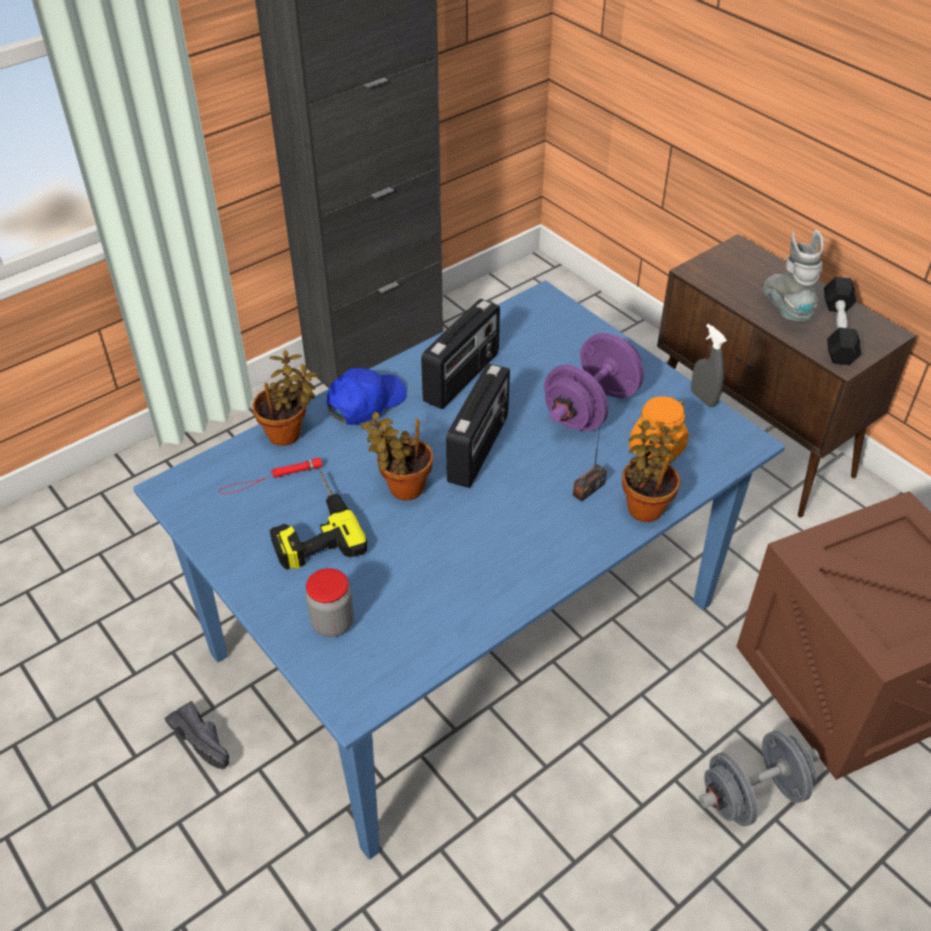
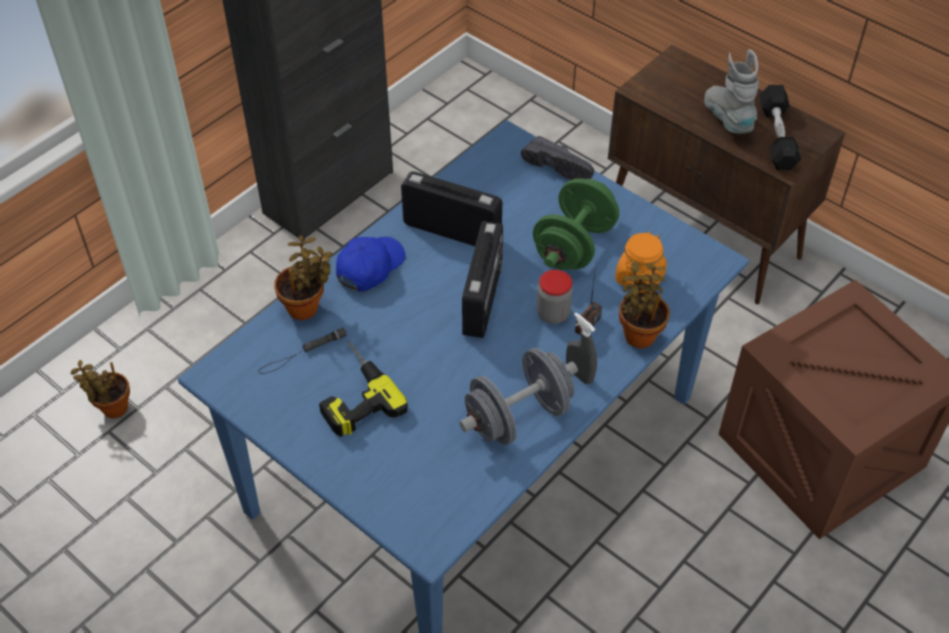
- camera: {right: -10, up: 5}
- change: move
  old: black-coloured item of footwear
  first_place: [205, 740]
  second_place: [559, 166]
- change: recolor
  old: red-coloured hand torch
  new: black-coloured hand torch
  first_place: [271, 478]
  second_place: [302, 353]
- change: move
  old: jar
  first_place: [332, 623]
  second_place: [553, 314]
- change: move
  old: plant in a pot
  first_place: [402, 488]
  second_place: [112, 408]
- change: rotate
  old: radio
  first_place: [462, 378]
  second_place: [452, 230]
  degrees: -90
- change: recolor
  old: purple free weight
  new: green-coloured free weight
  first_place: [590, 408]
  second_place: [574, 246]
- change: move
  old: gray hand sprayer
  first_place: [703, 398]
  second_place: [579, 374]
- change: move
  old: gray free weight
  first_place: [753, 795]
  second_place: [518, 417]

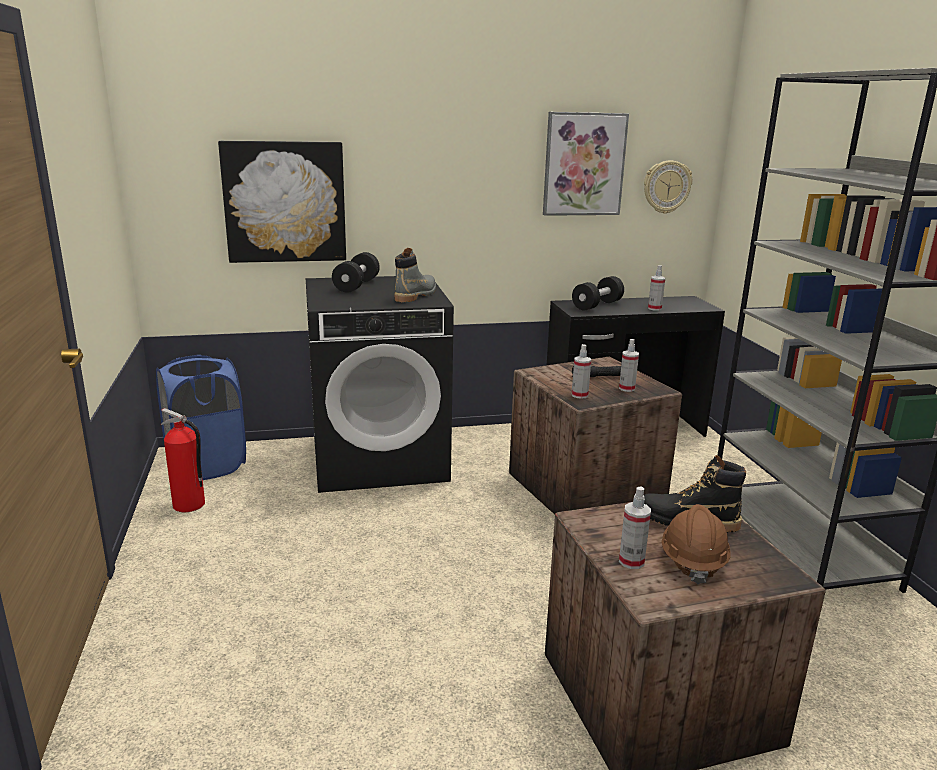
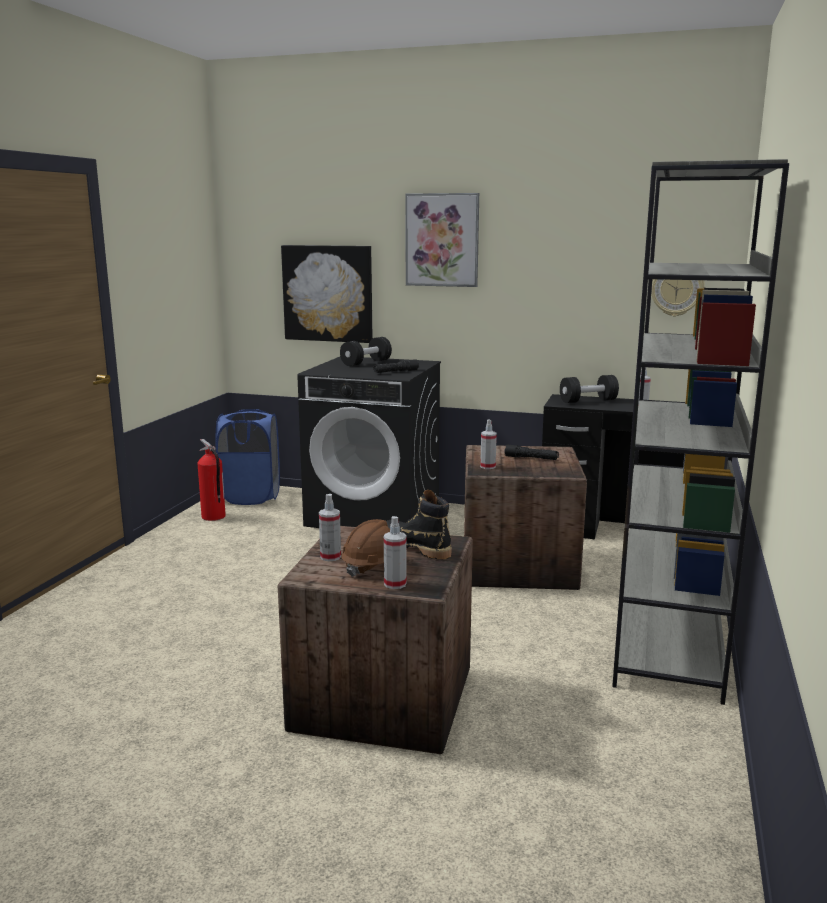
- camera: {right: 30, up: -5}
- change: replace
  old: gray tall boot
  new: black-coloured hand torch
  first_place: [416, 295]
  second_place: [395, 372]
- change: move
  old: picture
  first_place: [584, 164]
  second_place: [442, 240]
- change: move
  old: hand sprayer
  first_place: [627, 388]
  second_place: [395, 584]

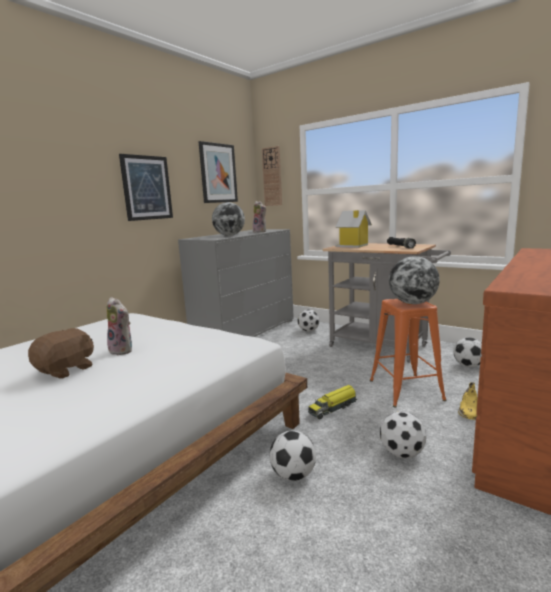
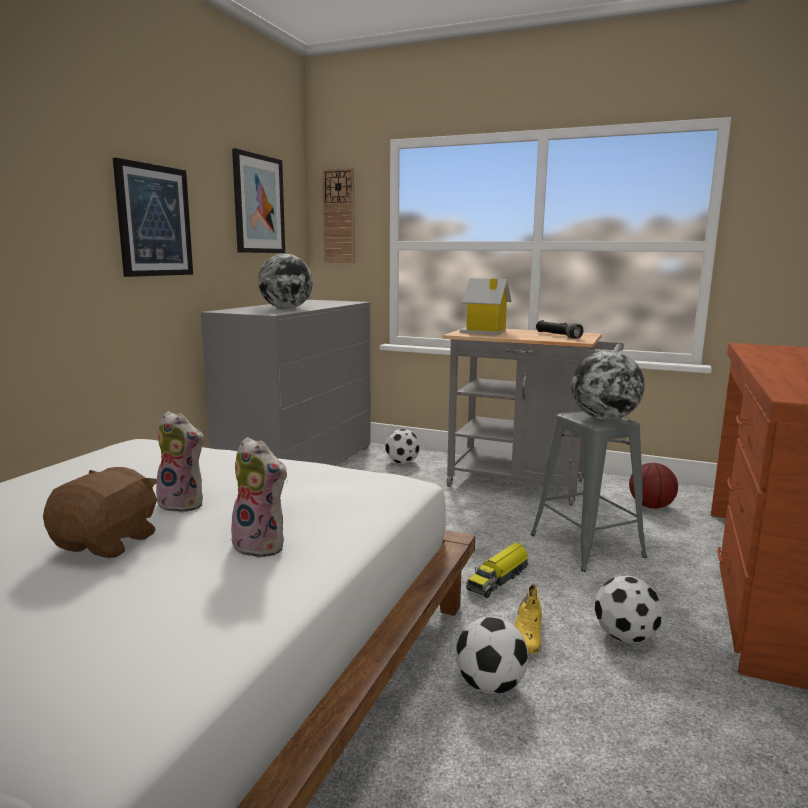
- camera: {right: -15, up: 0}
- change: move
  old: soft toy
  first_place: [260, 232]
  second_place: [262, 545]
- change: recolor
  old: orange-coloured sitting stool
  new: gray sitting stool
  first_place: [405, 390]
  second_place: [587, 546]
- change: replace
  old: football ball
  new: ball for basketball
  first_place: [468, 365]
  second_place: [651, 506]
- change: move
  old: yellow item of footwear
  first_place: [468, 410]
  second_place: [527, 634]

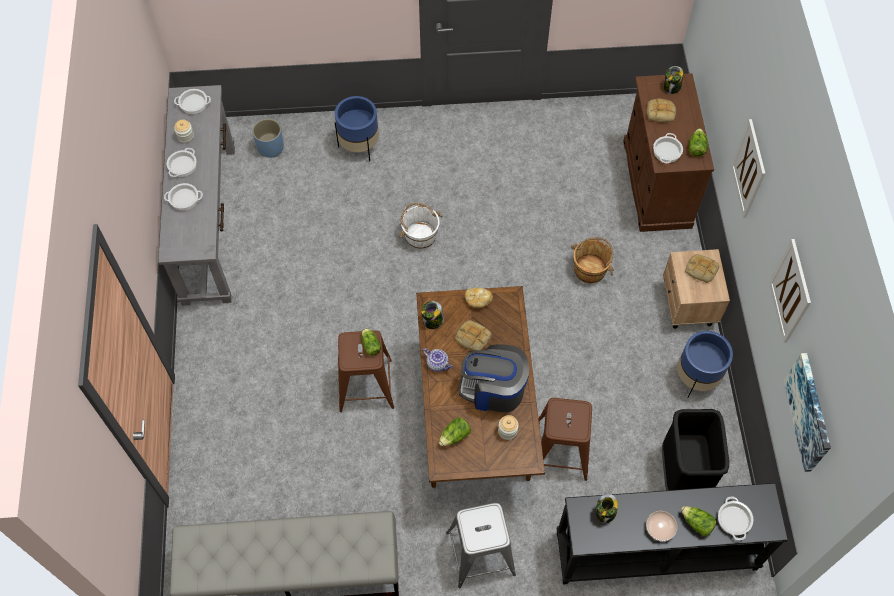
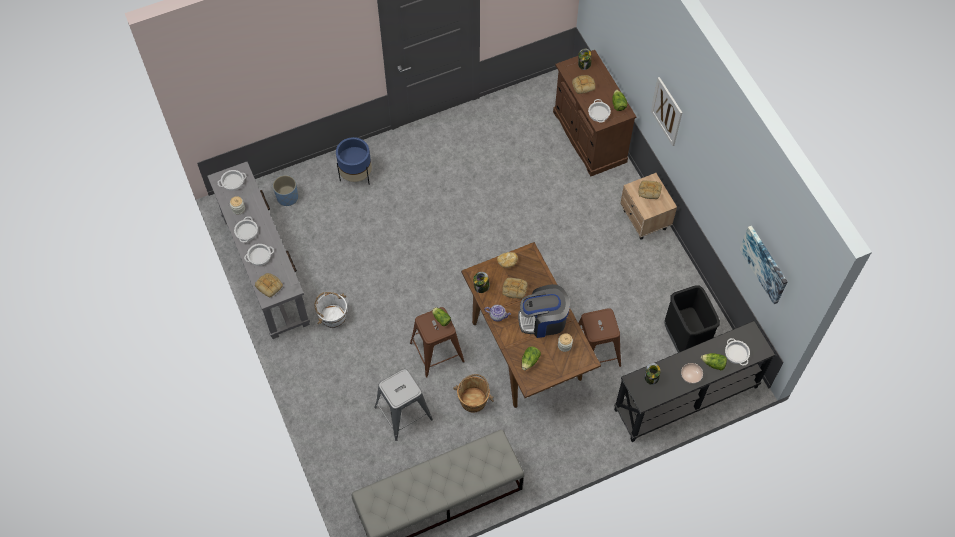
- camera: {right: -20, up: 0}
- change: move
  old: white-coloured bucket
  first_place: [420, 235]
  second_place: [333, 316]
- change: move
  old: gray sitting stool
  first_place: [481, 553]
  second_place: [403, 413]
- change: move
  old: brownish bucket
  first_place: [590, 269]
  second_place: [473, 399]
- change: delete
  old: blue-coloured flower pot
  first_place: [696, 378]
- change: delete
  old: picture
  first_place: [790, 291]
- change: insert
  new: bakery bread
  second_place: [269, 286]

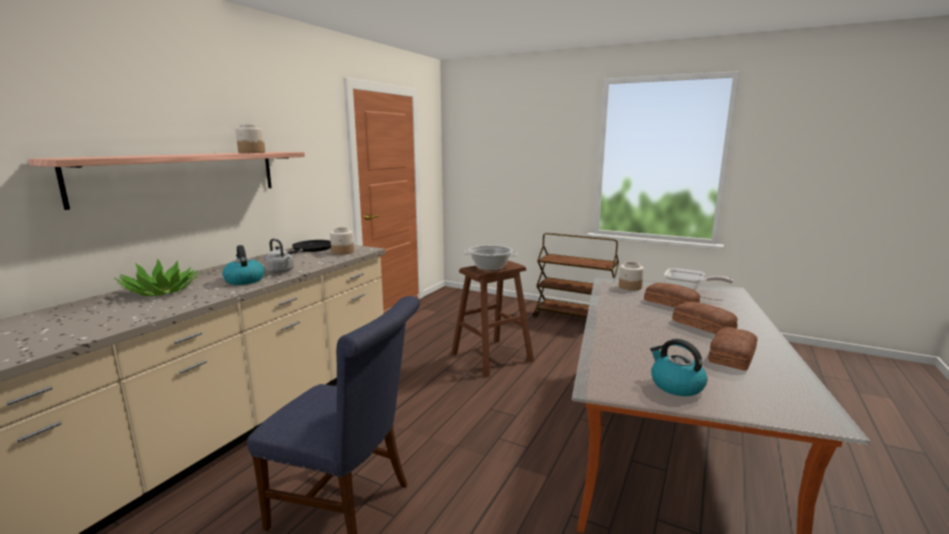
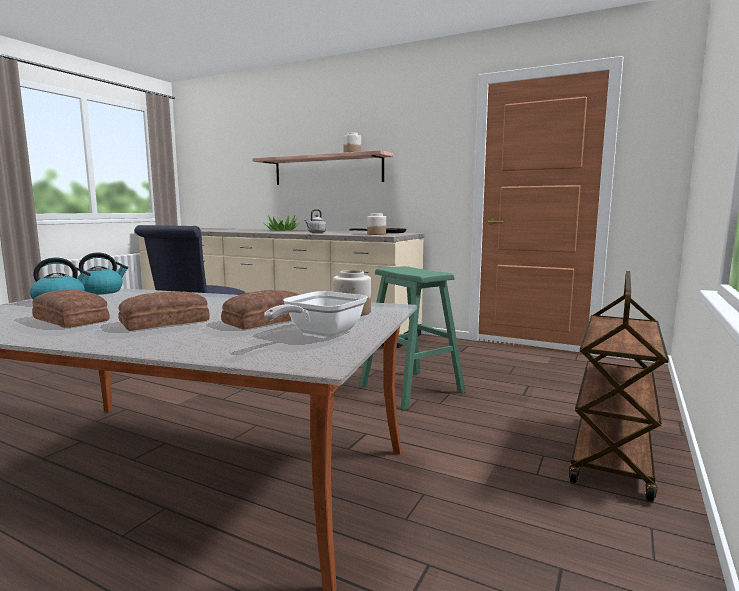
- camera: {right: 90, up: -5}
- change: move
  old: kettle
  first_place: [244, 280]
  second_place: [101, 291]
- change: recolor
  old: brownish sitting stool
  new: green-coloured sitting stool
  first_place: [492, 357]
  second_place: [411, 389]
- change: delete
  old: saucepot
  first_place: [490, 267]

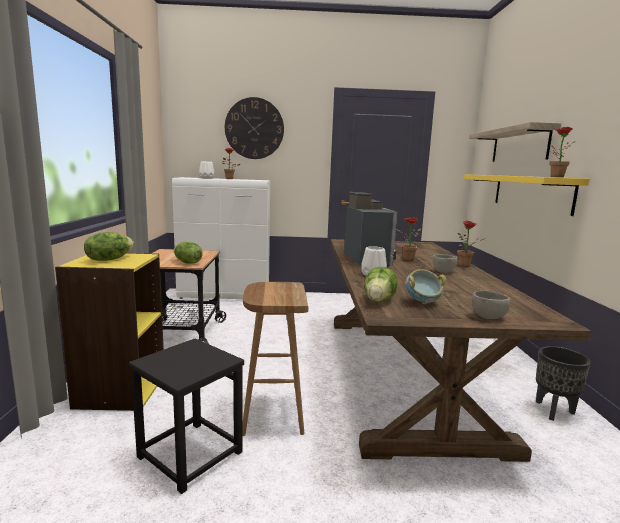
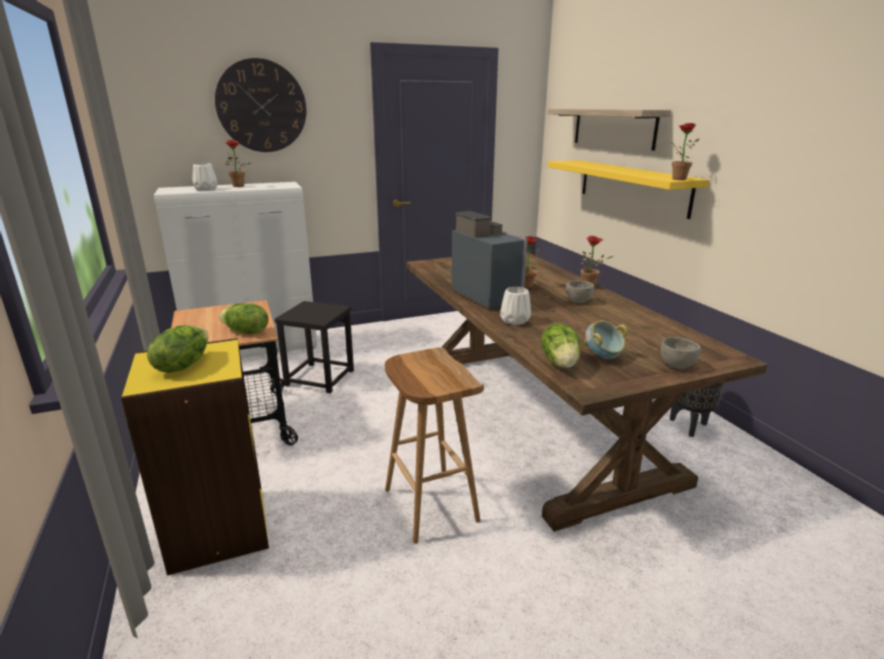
- camera: {right: -20, up: 10}
- change: move
  old: black-coloured sitting stool
  first_place: [189, 455]
  second_place: [319, 378]

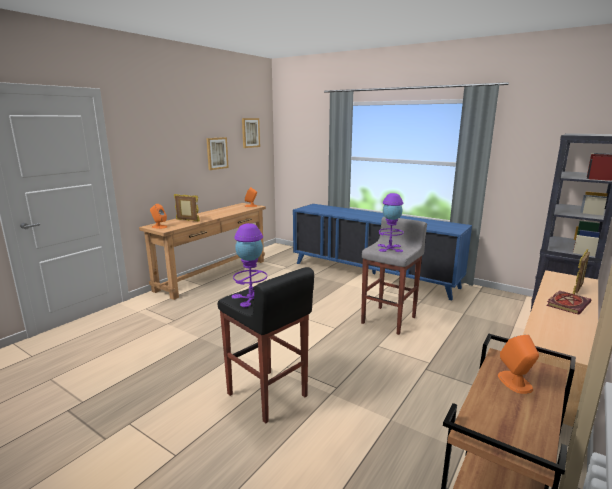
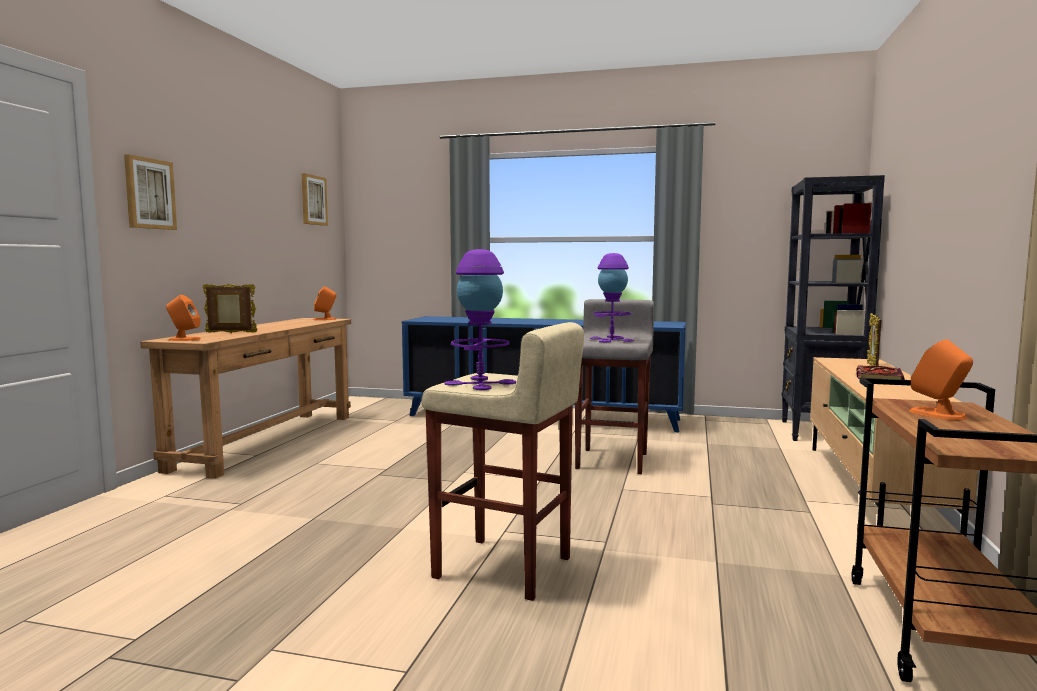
- camera: {right: -20, up: -10}
- change: move
  old: picture
  first_place: [217, 153]
  second_place: [149, 193]
- change: recolor
  old: black-coloured sitting stool
  new: beige sitting stool
  first_place: [267, 396]
  second_place: [504, 569]

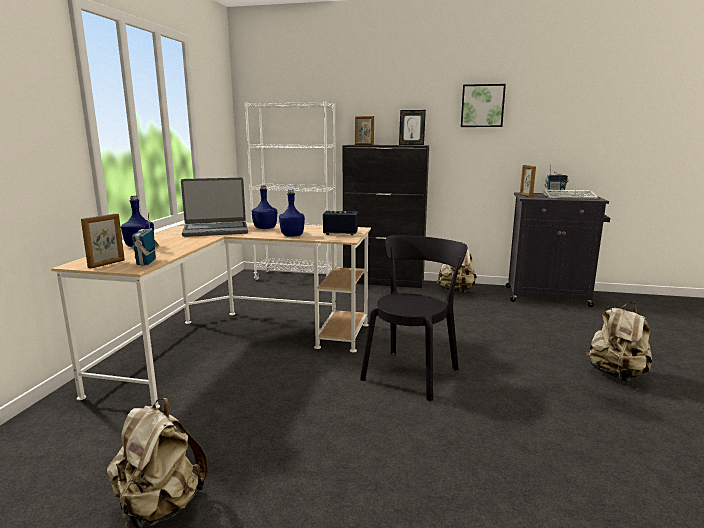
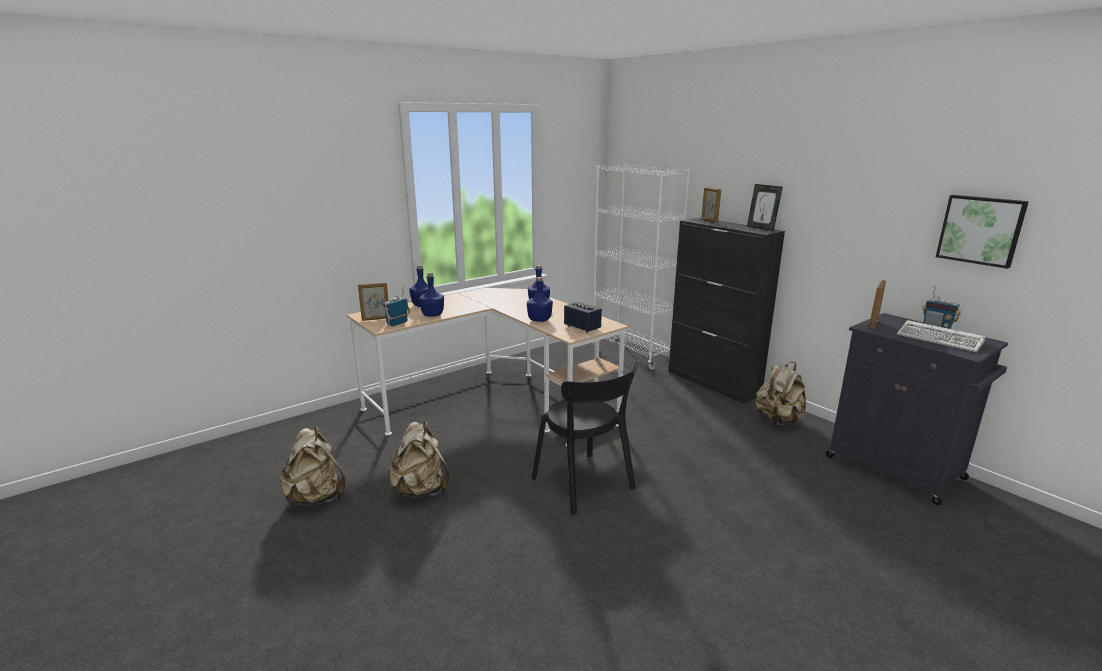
- camera: {right: 40, up: 5}
- change: delete
  old: laptop
  first_place: [215, 230]
- change: rotate
  old: black-coloured plain chair
  first_place: [412, 372]
  second_place: [585, 485]
  degrees: 75
- change: move
  old: picture
  first_place: [482, 106]
  second_place: [980, 230]
- change: move
  old: beige backpack
  first_place: [616, 375]
  second_place: [421, 490]
- change: insert
  new: blue-coloured beverage bottle
  second_place: [433, 315]

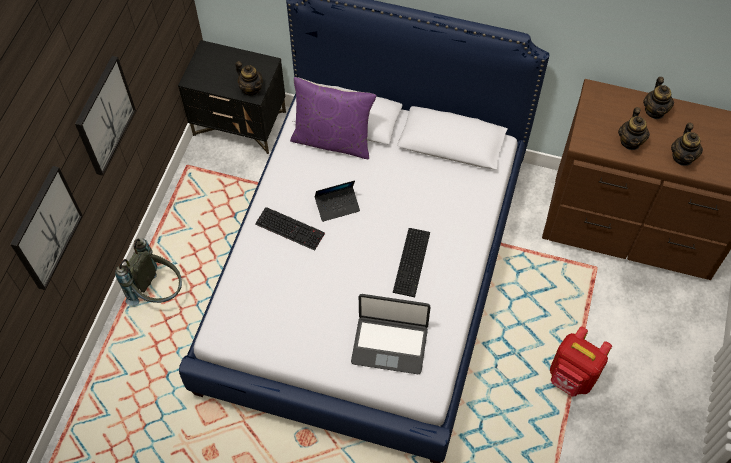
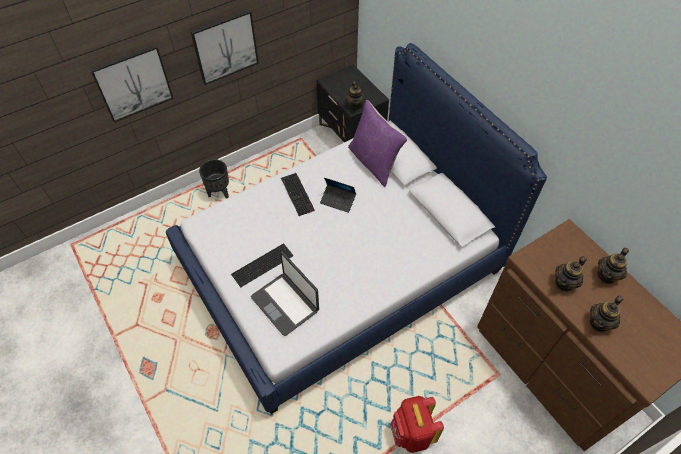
- camera: {right: 40, up: -5}
- change: replace
  old: gray backpack
  new: black-coloured flower pot
  first_place: [158, 292]
  second_place: [219, 193]
- change: move
  old: keyboard
  first_place: [413, 261]
  second_place: [263, 265]

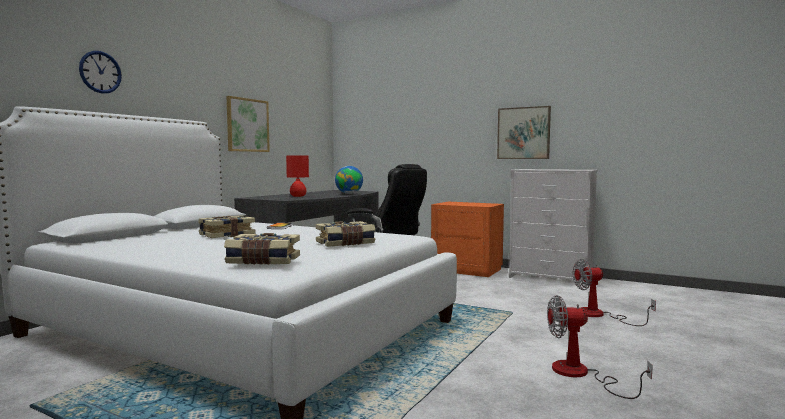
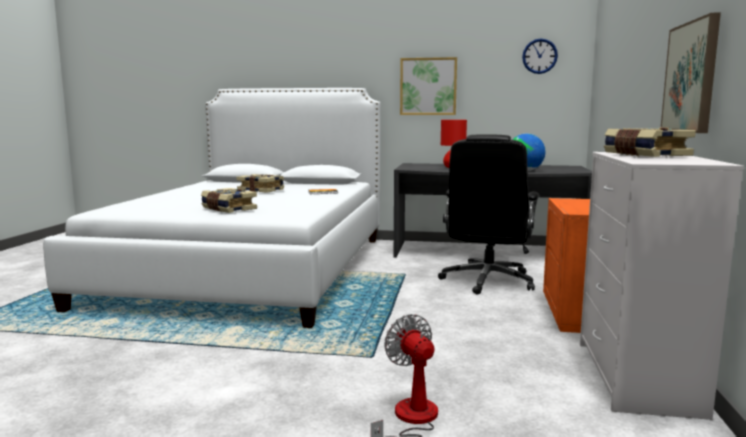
- camera: {right: 70, up: 5}
- change: move
  old: wall clock
  first_place: [100, 72]
  second_place: [539, 56]
- change: move
  old: volume
  first_place: [263, 261]
  second_place: [644, 155]
- change: delete
  old: fan
  first_place: [581, 375]

